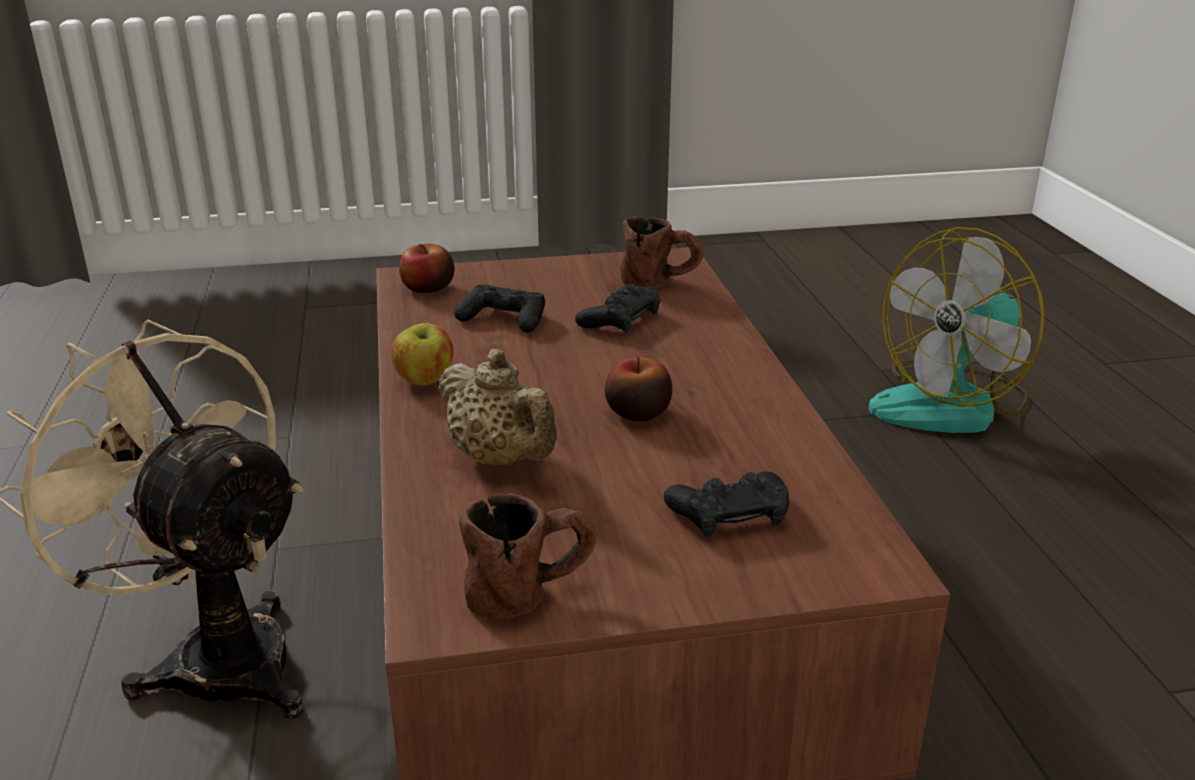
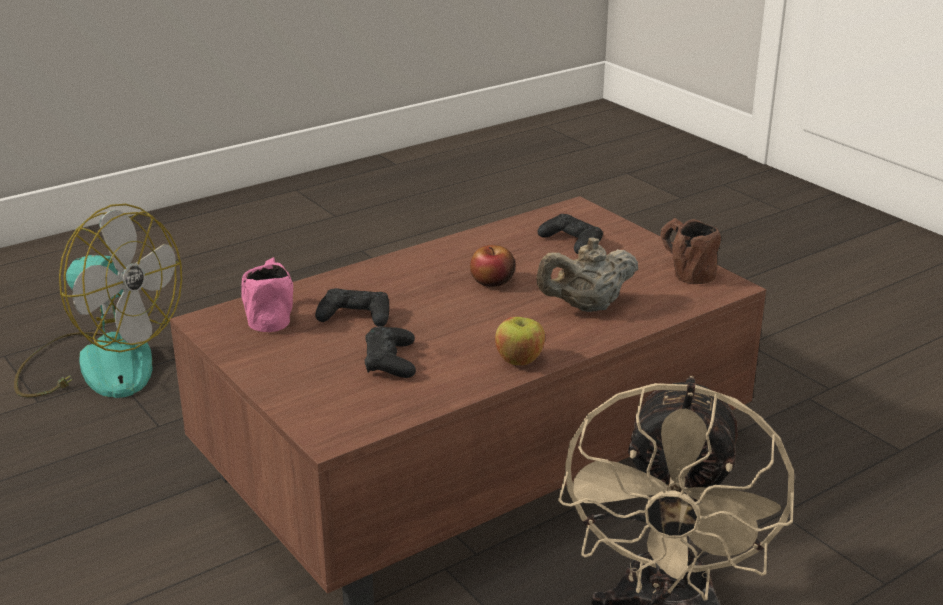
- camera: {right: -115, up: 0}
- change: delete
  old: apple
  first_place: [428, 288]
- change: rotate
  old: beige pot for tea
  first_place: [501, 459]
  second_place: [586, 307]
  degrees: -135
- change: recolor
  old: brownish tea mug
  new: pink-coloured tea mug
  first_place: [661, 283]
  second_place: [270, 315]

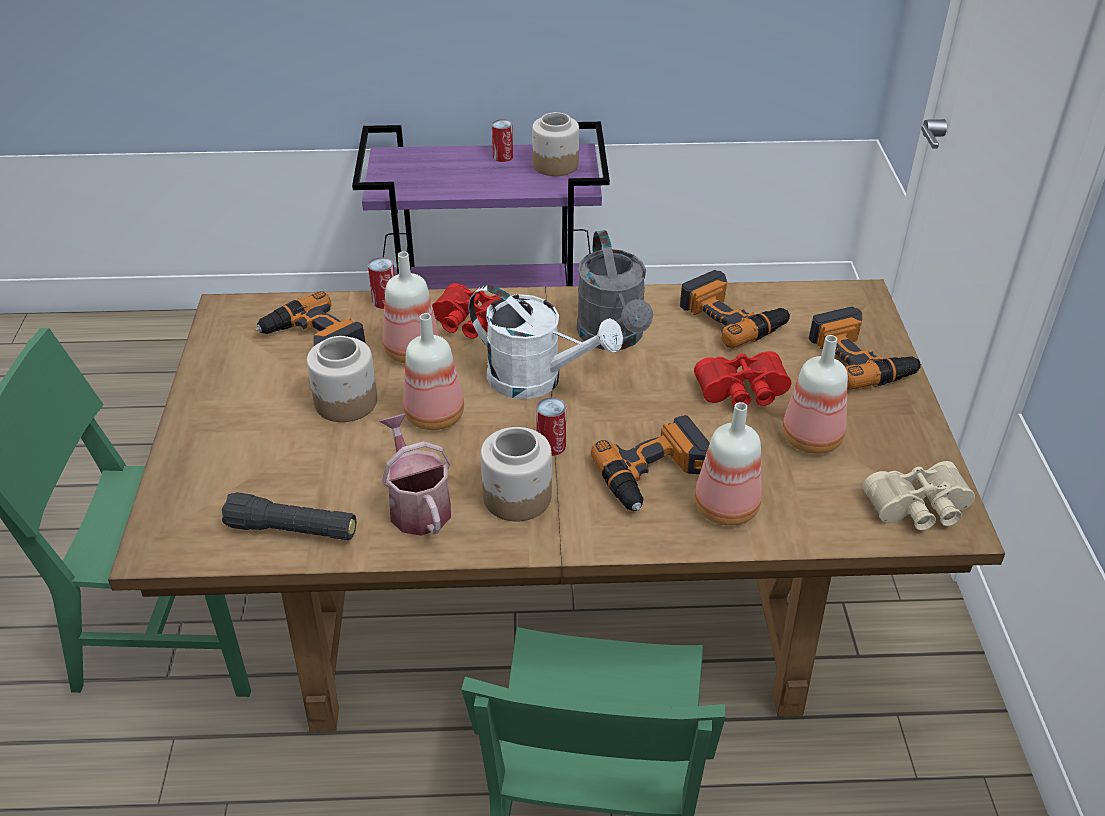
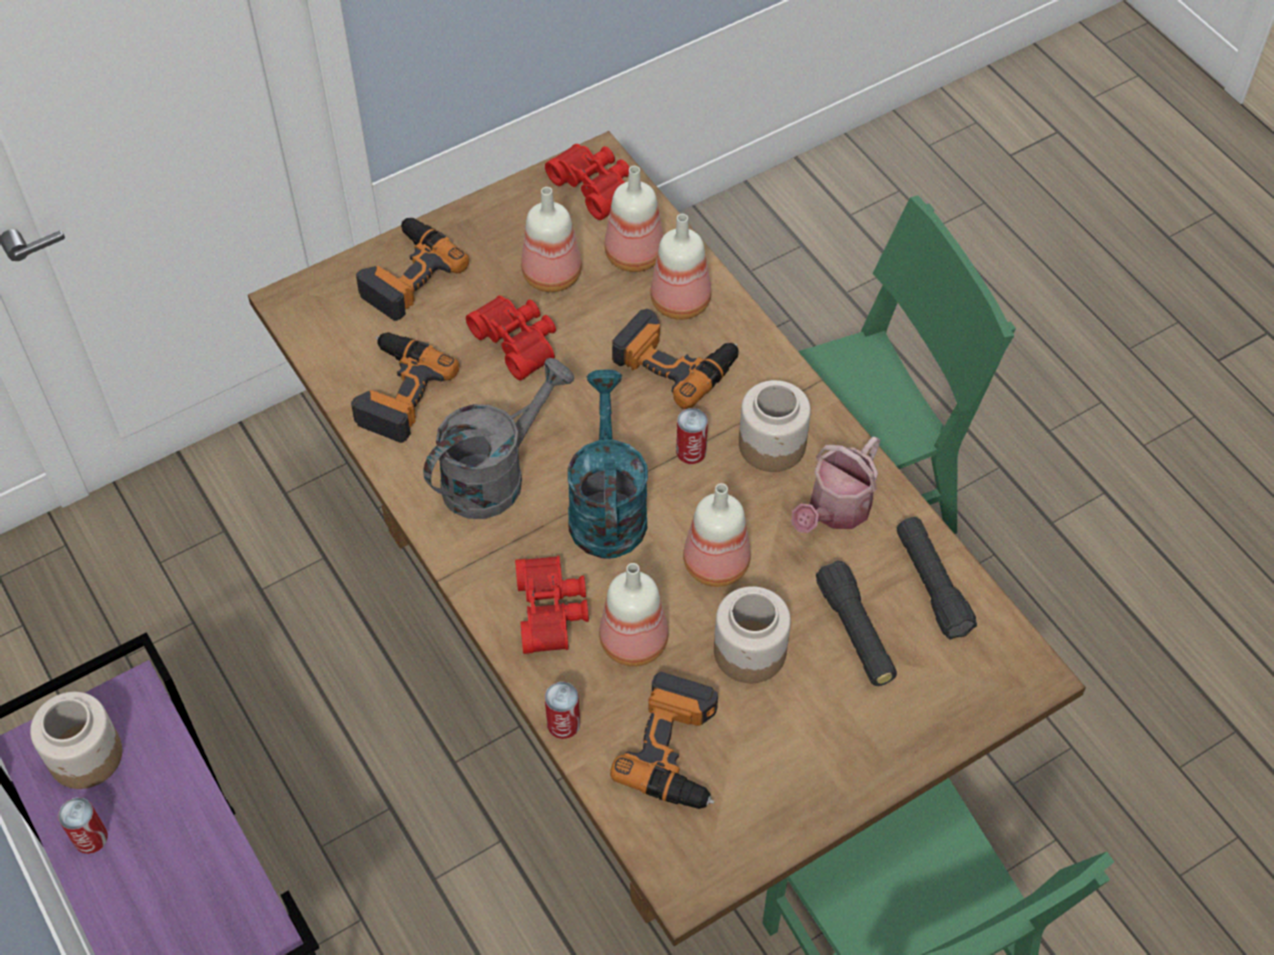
- camera: {right: -120, up: 15}
- change: recolor
  old: white-coloured watering can
  new: blue-green watering can
  first_place: [537, 380]
  second_place: [606, 507]
- change: recolor
  old: beige binoculars
  new: red-coloured binoculars
  first_place: [919, 510]
  second_place: [595, 186]
- change: insert
  new: beverage bottle
  second_place: [635, 256]
- change: insert
  new: black-coloured hand torch
  second_place: [855, 632]

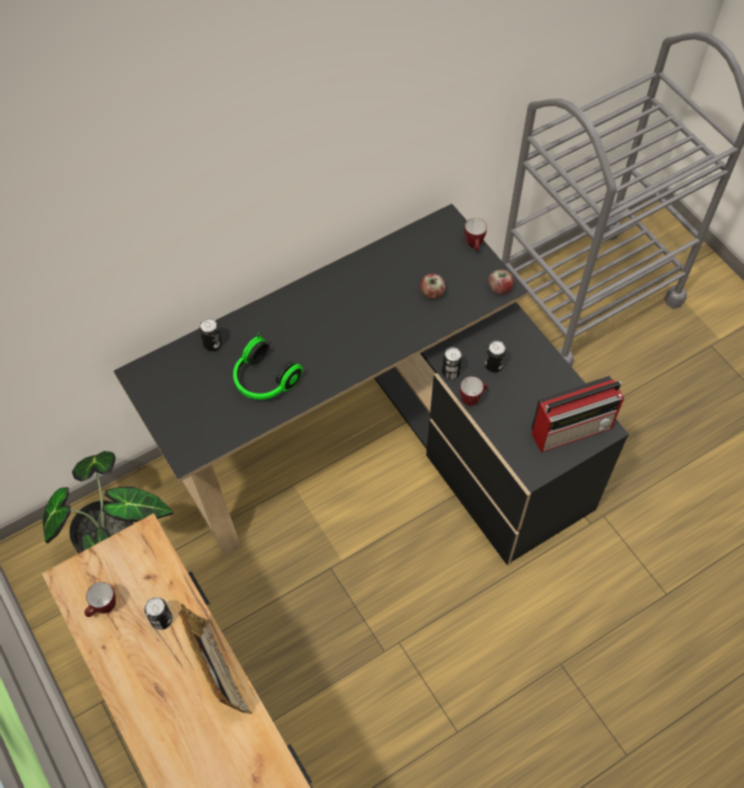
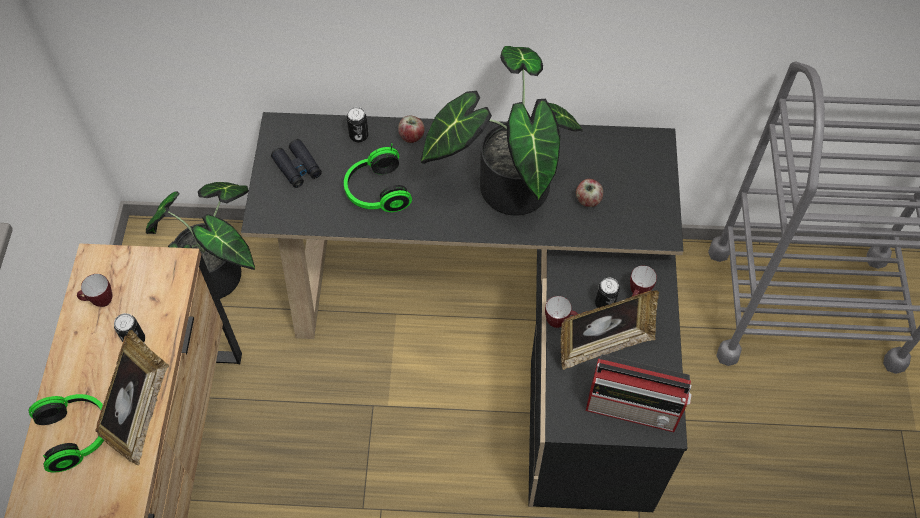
- camera: {right: 35, up: 0}
- change: delete
  old: can
  first_place: [450, 372]
- change: move
  old: tea mug
  first_place: [474, 246]
  second_place: [638, 295]
- change: move
  old: apple
  first_place: [499, 288]
  second_place: [411, 136]
- change: insert
  new: headset
  second_place: [78, 434]
- change: insert
  new: black-coloured binoculars
  second_place: [297, 167]
- change: insert
  new: plant in a pot
  second_place: [505, 185]
- change: insert
  new: picture frame
  second_place: [603, 345]

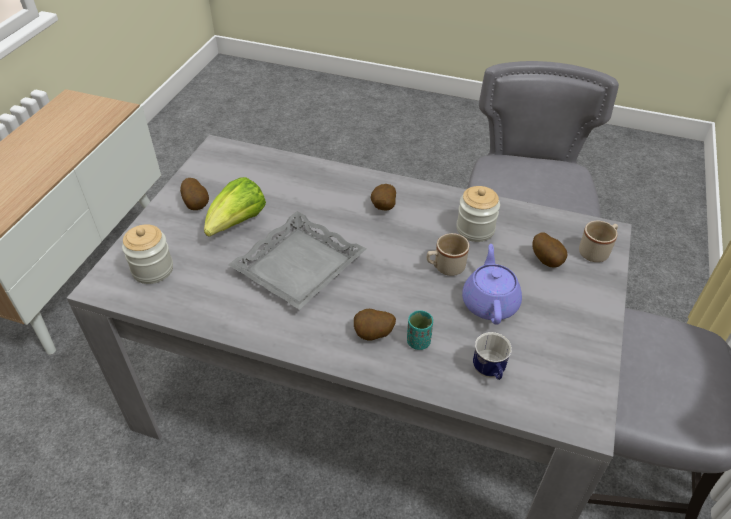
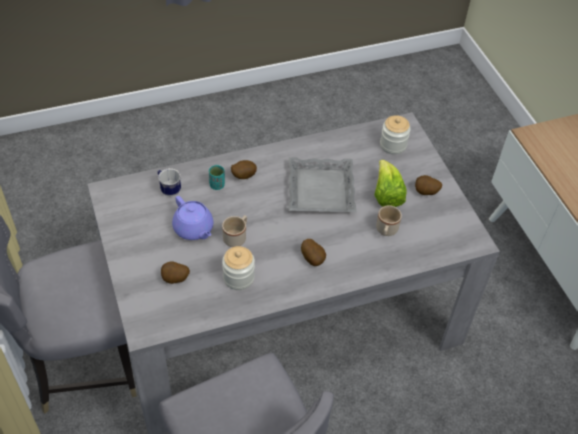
- camera: {right: 140, up: 5}
- change: move
  old: beige tea mug
  first_place: [596, 251]
  second_place: [386, 231]

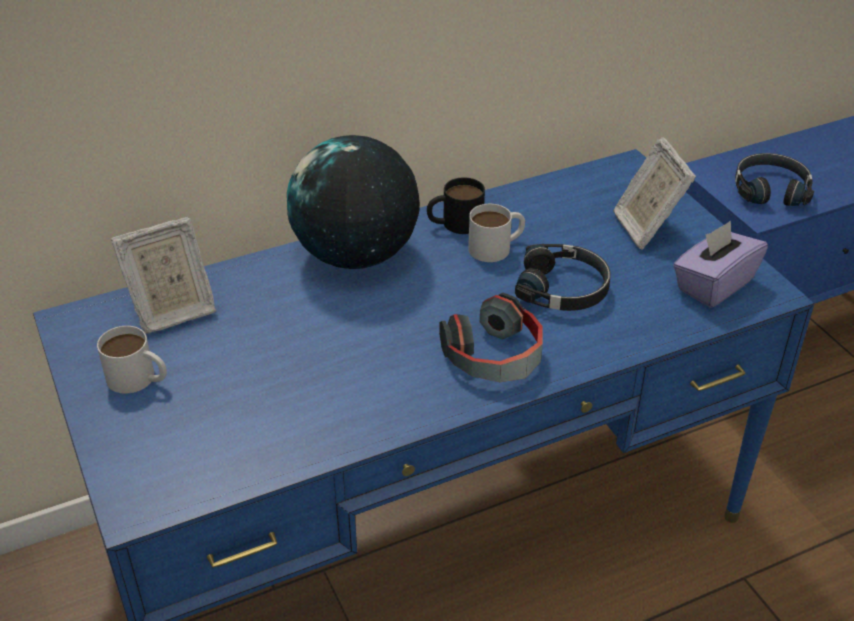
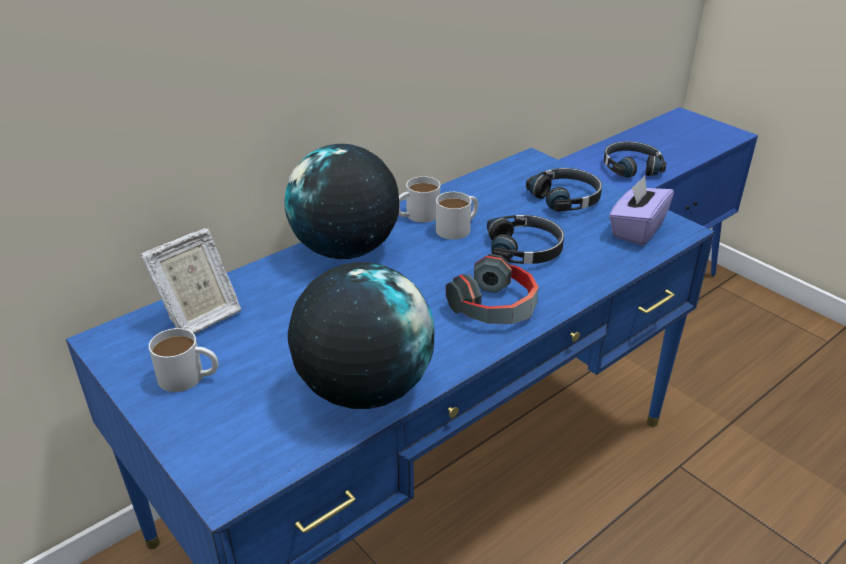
- camera: {right: -15, up: -5}
- change: recolor
  old: black-coloured tea mug
  new: white-coloured tea mug
  first_place: [455, 223]
  second_place: [416, 215]
- change: replace
  old: picture frame
  new: black-coloured headset
  first_place: [646, 227]
  second_place: [566, 198]
- change: insert
  new: desk globe
  second_place: [364, 388]

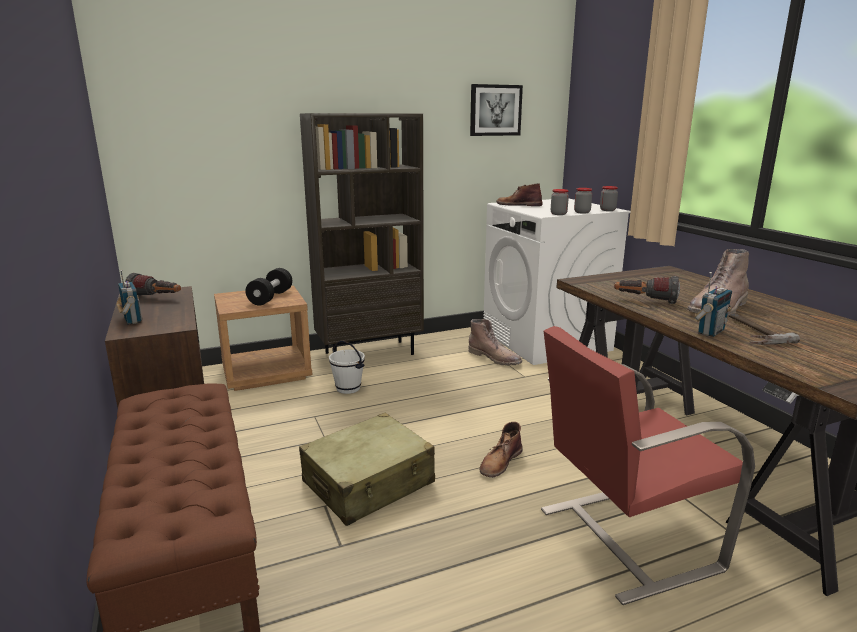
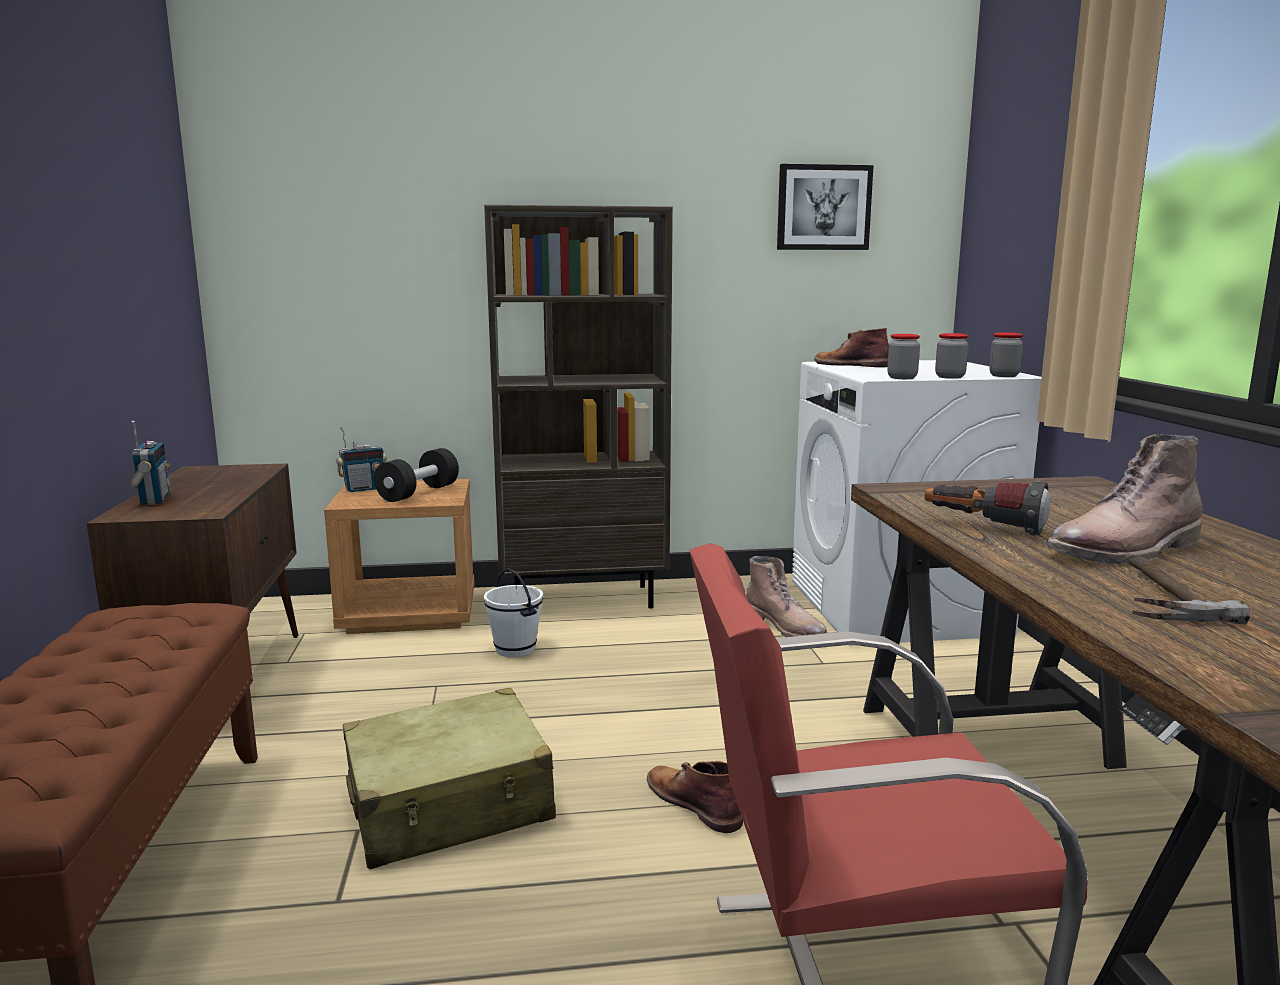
- camera: {right: 15, up: -5}
- change: delete
  old: hand torch
  first_place: [156, 298]
- change: rotate
  old: brownish tall boot
  first_place: [500, 462]
  second_place: [693, 802]
  degrees: 90
- change: move
  old: radio
  first_place: [710, 331]
  second_place: [363, 489]

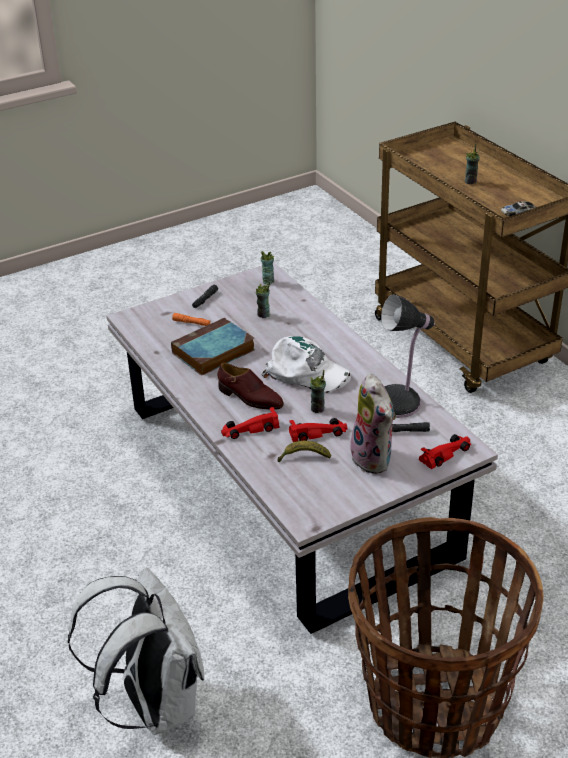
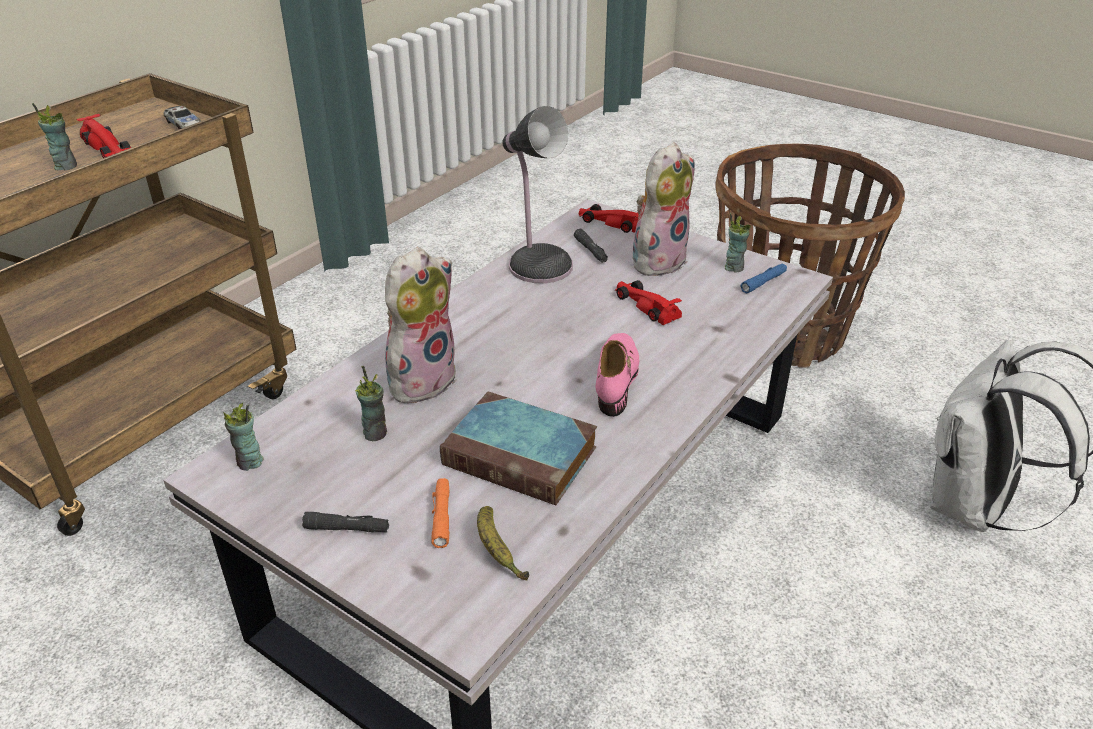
- camera: {right: -115, up: 0}
- change: recolor
  old: brownish item of footwear
  new: pink-coloured item of footwear
  first_place: [250, 398]
  second_place: [616, 379]
- change: move
  old: red-coloured toy car
  first_place: [249, 429]
  second_place: [108, 148]
- change: delete
  old: white-coloured cap
  first_place: [306, 373]
- change: move
  old: whole banana
  first_place: [303, 457]
  second_place: [497, 550]
- change: move
  old: small cup
  first_place: [318, 409]
  second_place: [734, 267]
- change: insert
  new: soft toy
  second_place: [421, 379]
- change: insert
  new: blue-coloured hand torch
  second_place: [763, 282]

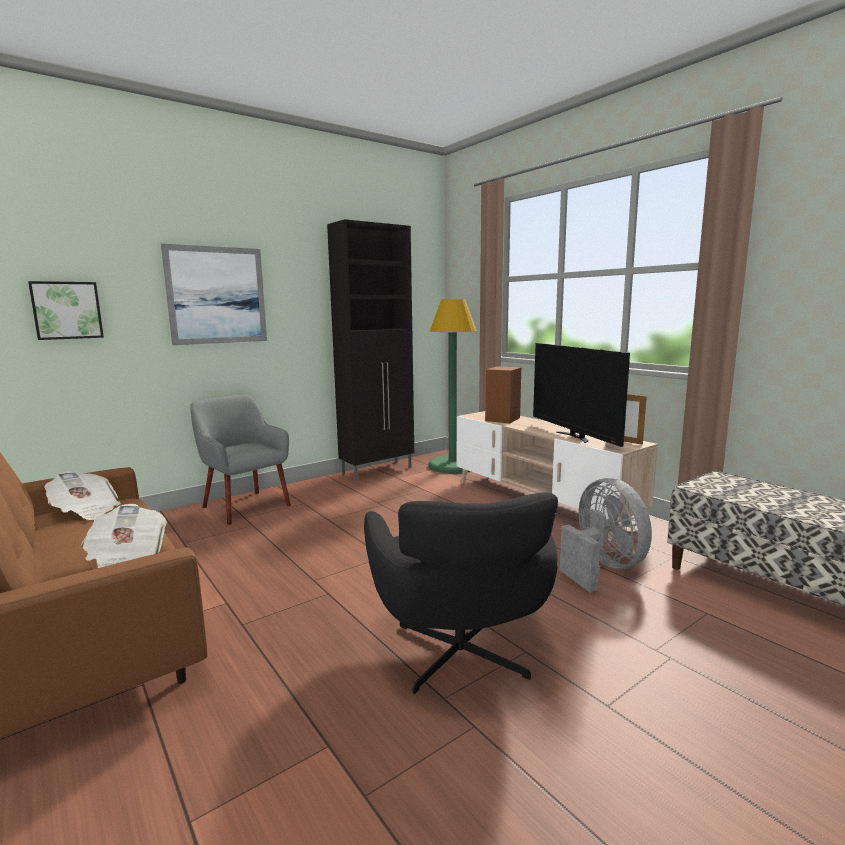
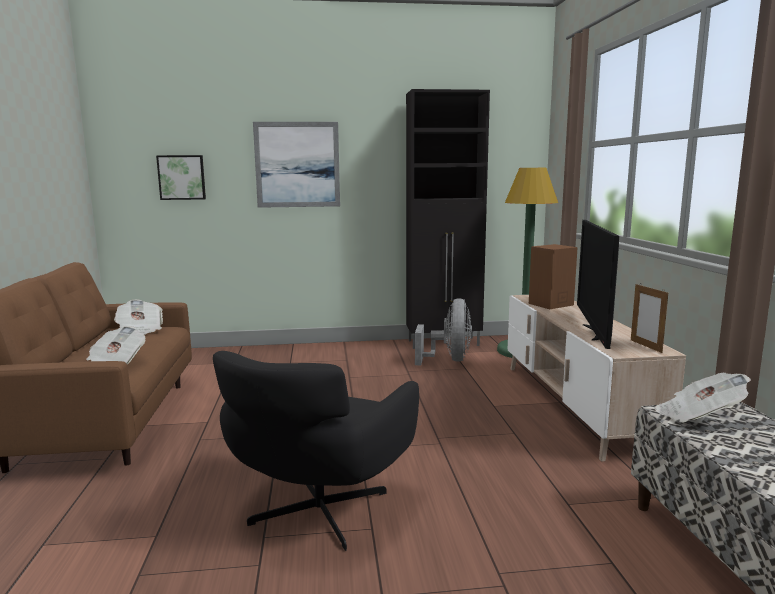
- camera: {right: 30, up: 0}
- change: delete
  old: gray armchair
  first_place: [245, 506]
- change: move
  old: gray fan
  first_place: [602, 568]
  second_place: [449, 360]
- change: insert
  new: newspaper
  second_place: [698, 416]

